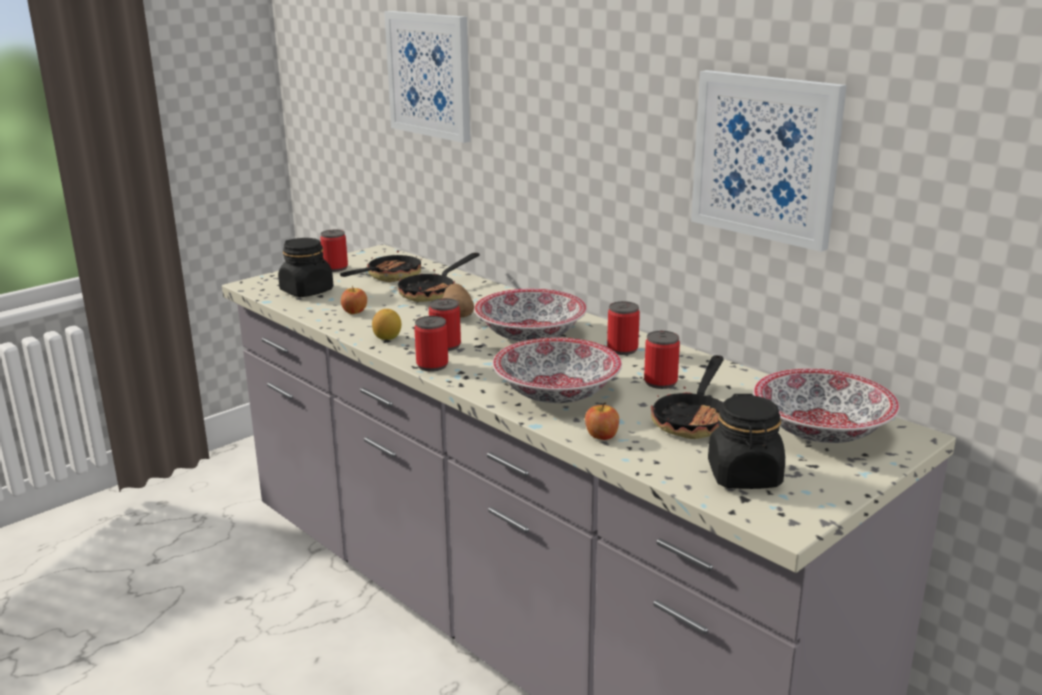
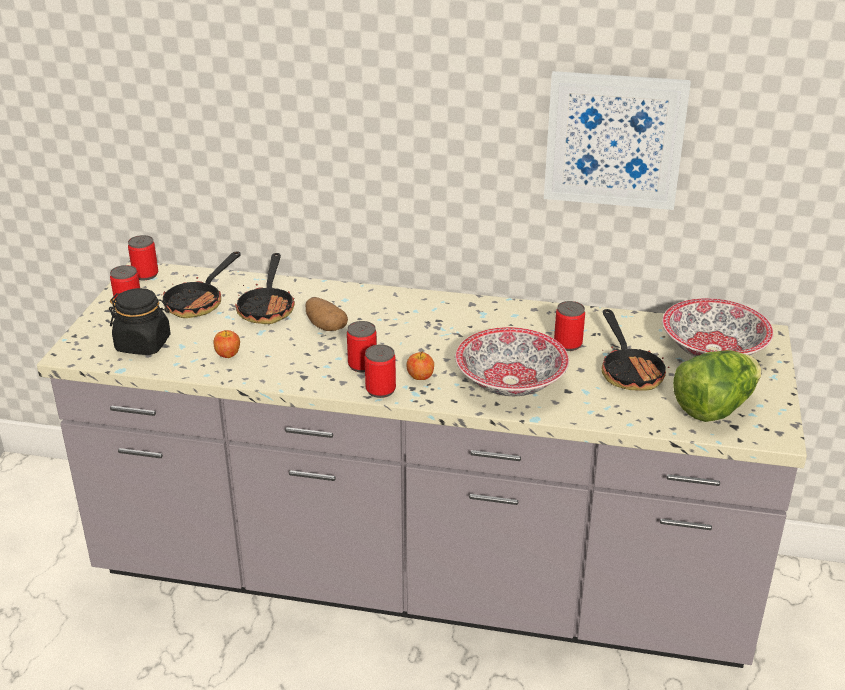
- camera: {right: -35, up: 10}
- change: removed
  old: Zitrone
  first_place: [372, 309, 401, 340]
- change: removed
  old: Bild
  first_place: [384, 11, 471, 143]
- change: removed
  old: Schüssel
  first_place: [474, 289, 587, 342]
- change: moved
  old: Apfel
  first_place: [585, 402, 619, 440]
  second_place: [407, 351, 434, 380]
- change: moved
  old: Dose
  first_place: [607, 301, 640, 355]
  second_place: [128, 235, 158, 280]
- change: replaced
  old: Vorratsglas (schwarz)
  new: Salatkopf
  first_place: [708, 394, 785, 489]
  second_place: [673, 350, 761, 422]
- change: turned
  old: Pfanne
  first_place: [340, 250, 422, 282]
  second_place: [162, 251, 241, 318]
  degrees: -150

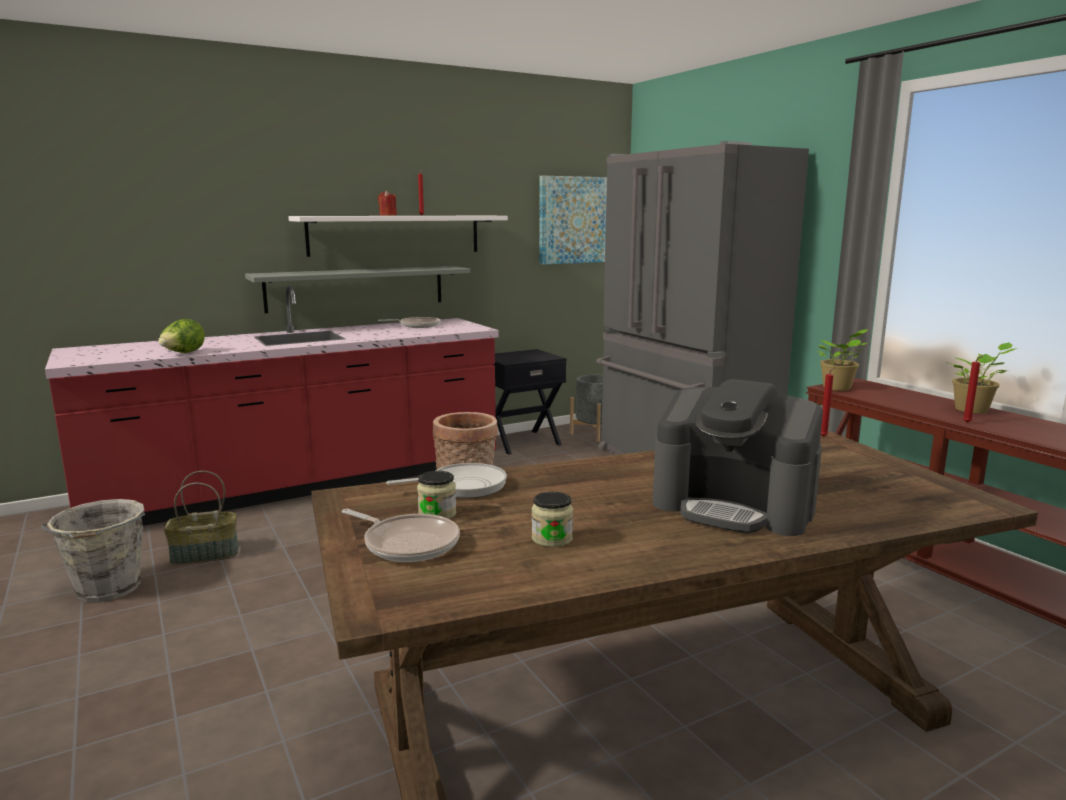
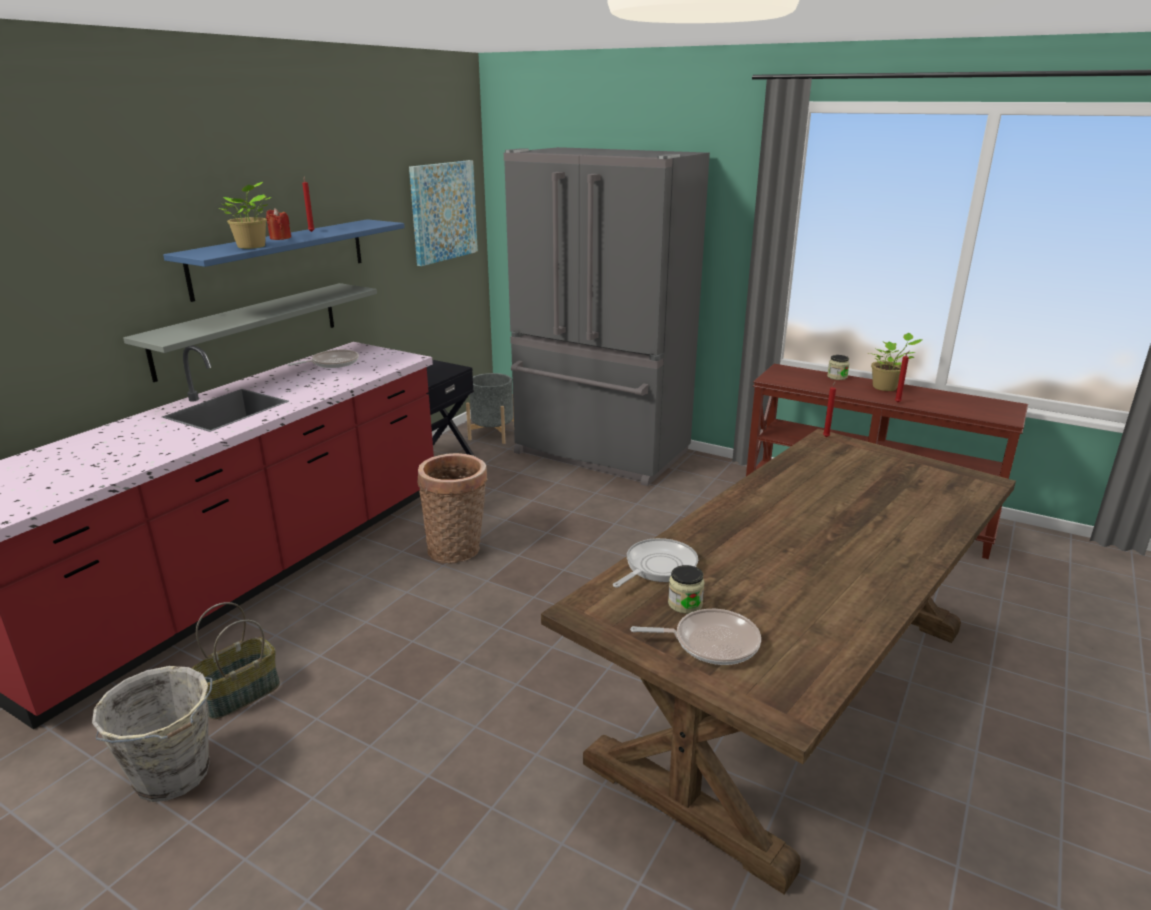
- camera: {right: -30, up: 10}
- change: removed
  old: Salatkopf
  first_place: [158, 319, 205, 353]
- change: removed
  old: Kaffeemaschine
  first_place: [653, 379, 823, 536]
- change: moved
  old: Vorratsglas
  first_place: [532, 492, 573, 547]
  second_place: [827, 355, 850, 380]
- change: moved
  old: Topfpflanze
  first_place: [816, 329, 868, 391]
  second_place: [218, 182, 271, 249]
- change: recoloured
  old: Wandregal (weiß)
  new: Wandregal (blau)
  first_place: [288, 216, 508, 257]
  second_place: [163, 219, 405, 302]

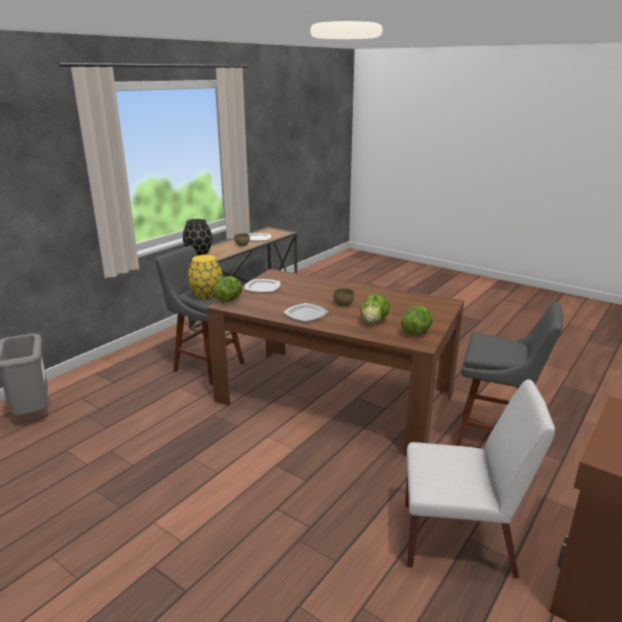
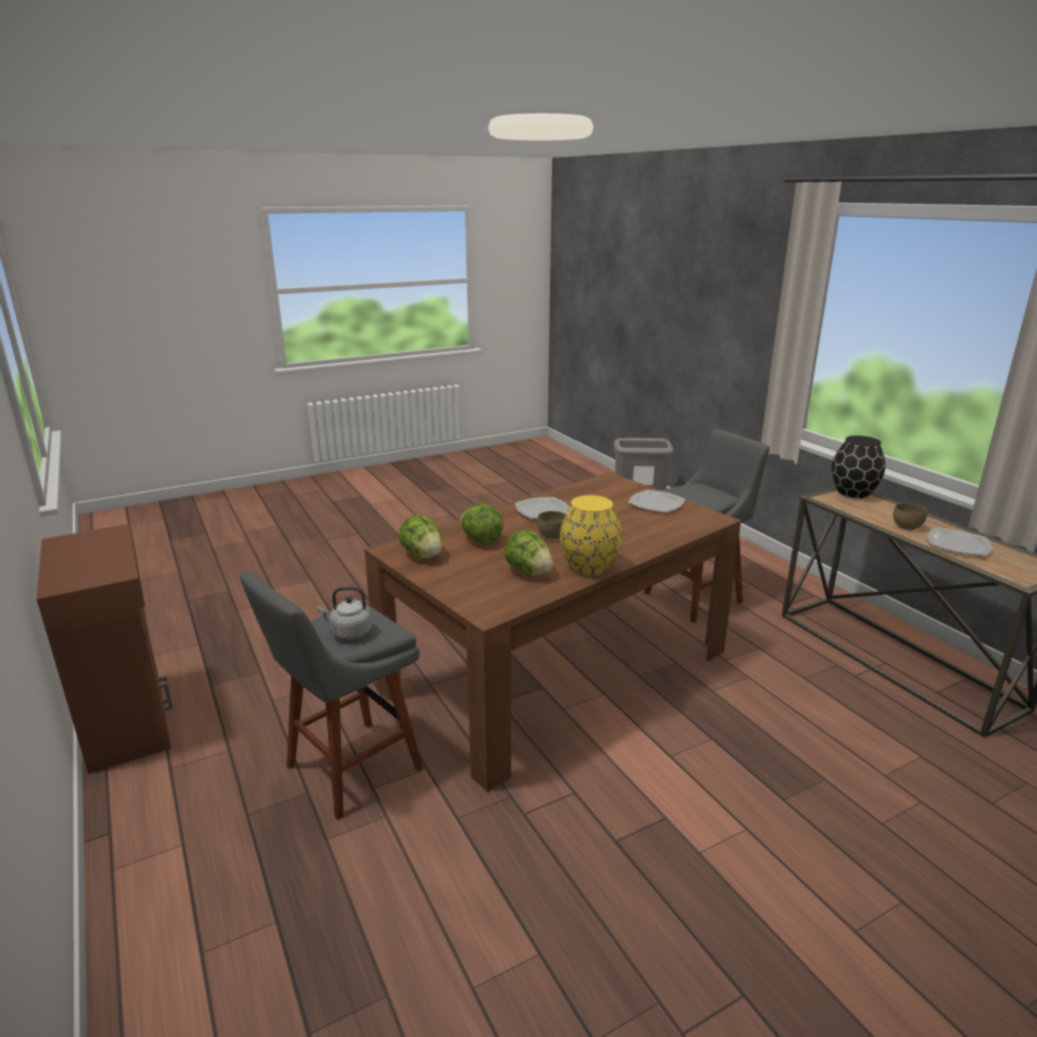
- camera: {right: 115, up: 0}
- change: removed
  old: Stuhl (weiß)
  first_place: [405, 379, 555, 579]
- change: added
  new: Wasserkessel (grau)
  second_place: [318, 586, 372, 640]
- change: moved
  old: Vase (gelb)
  first_place: [188, 255, 223, 299]
  second_place: [560, 495, 622, 575]
- change: moved
  old: Salatkopf
  first_place: [213, 276, 242, 303]
  second_place: [504, 530, 553, 576]

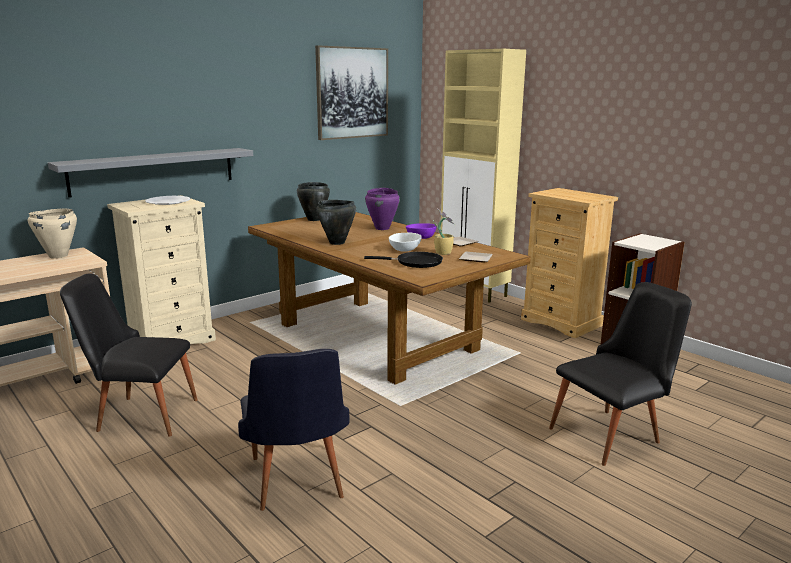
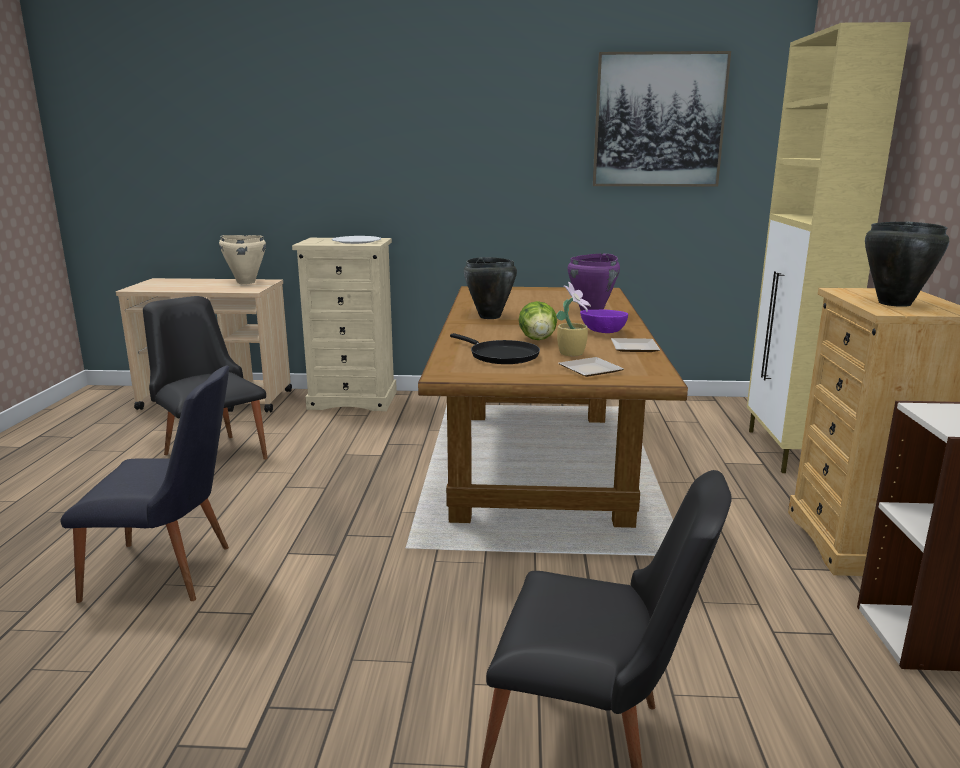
- camera: {right: 45, up: 0}
- change: removed
  old: Wandregal (grau)
  first_place: [48, 148, 253, 198]
- change: moved
  old: Kochtopf (schwarz)
  first_place: [297, 182, 330, 221]
  second_place: [865, 221, 949, 307]
- change: replaced
  old: Schüssel (weiß)
  new: Salatkopf
  first_place: [389, 233, 422, 252]
  second_place: [519, 301, 557, 340]
- change: turned
  old: Stuhl (schwarz)
  first_place: [238, 349, 349, 511]
  second_place: [60, 366, 230, 603]
  degrees: -120

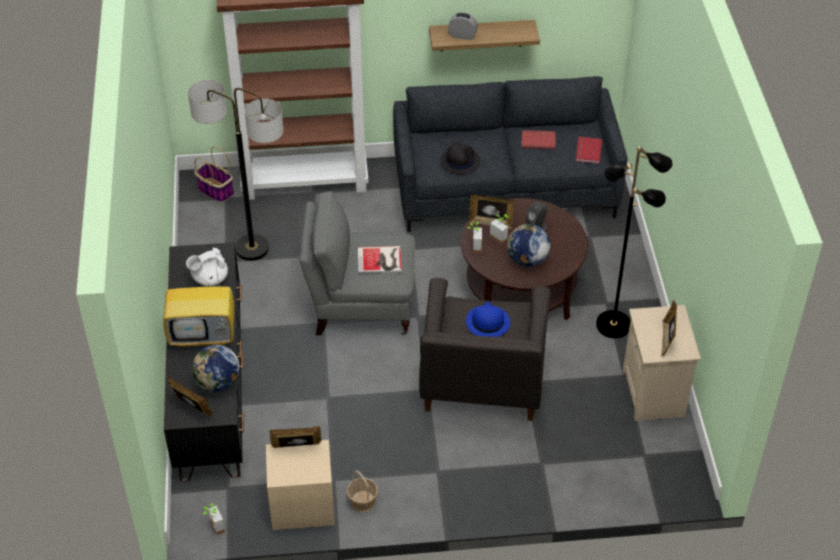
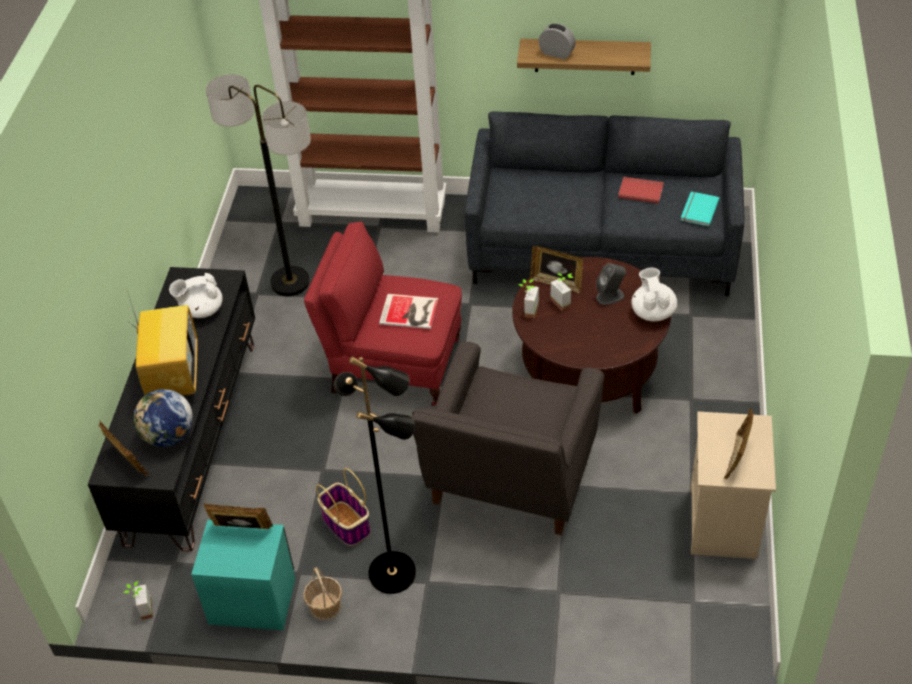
- camera: {right: 15, up: 0}
- change: removed
  old: Hut (schwarz)
  first_place: [440, 142, 480, 175]
- change: removed
  old: Hut (blau)
  first_place: [466, 302, 510, 337]
- change: removed
  old: Globus
  first_place: [507, 224, 551, 267]
- change: added
  new: Teekanne (weiß)
  second_place: [631, 268, 677, 321]
- change: moved
  old: Korb
  first_place: [194, 146, 234, 203]
  second_place: [316, 468, 371, 546]
- change: moved
  old: Stehlampe (schwarz)
  first_place: [596, 146, 673, 338]
  second_place: [334, 356, 416, 594]
- change: recoloured
  old: Nachttisch (beige)
  new: Nachttisch (türkis)
  first_place: [266, 440, 335, 530]
  second_place: [191, 520, 295, 630]
- change: recoloured
  old: Sessel (grau)
  new: Sessel (rot)
  first_place: [299, 191, 415, 335]
  second_place: [304, 222, 462, 406]
- change: recoloured
  old: Buch (rot)
  new: Buch (türkis)
  first_place: [576, 137, 602, 163]
  second_place: [680, 192, 719, 226]
- change: turned
  old: Fernseher
  first_place: [163, 261, 234, 347]
  second_place: [126, 288, 197, 396]
  degrees: -105

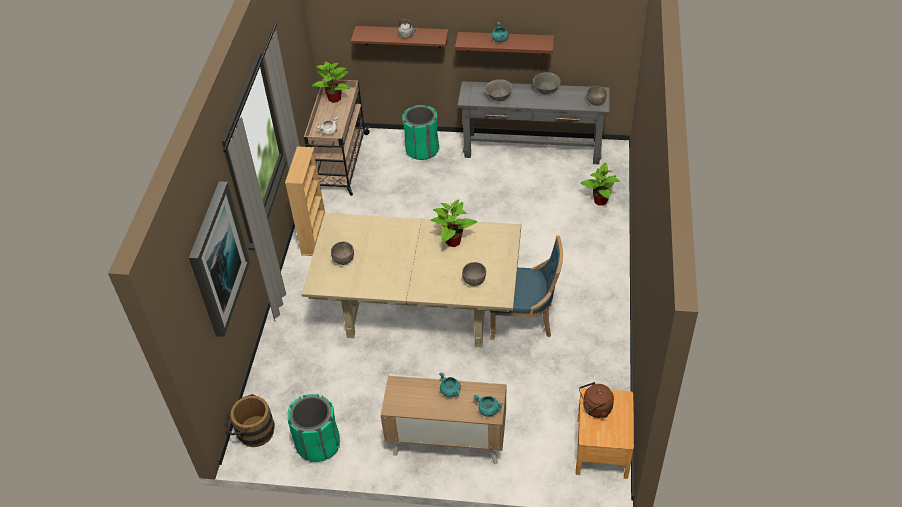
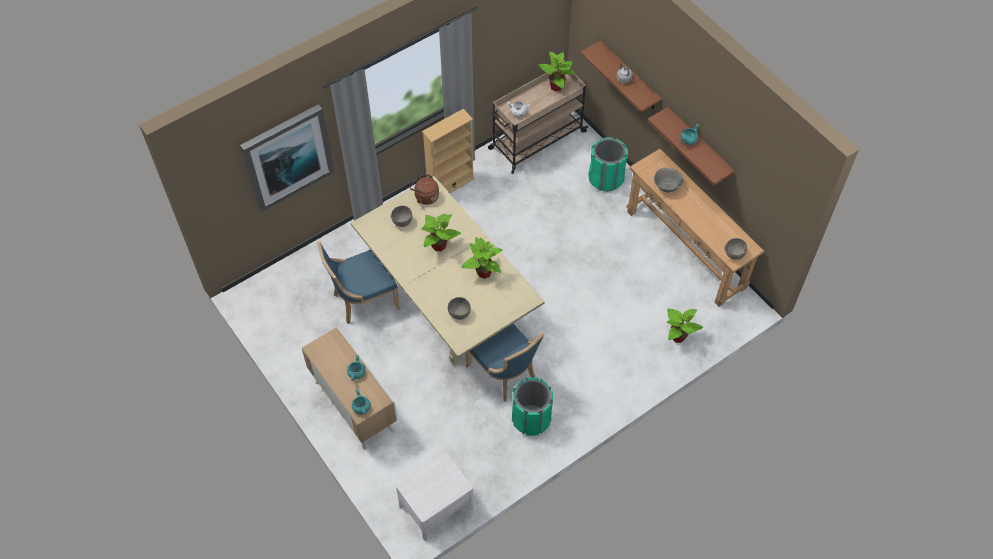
- camera: {right: 45, up: 10}
- change: removed
  old: Eimer (braun)
  first_place: [225, 394, 275, 447]
- change: removed
  old: Schüssel (grau)
  first_place: [533, 72, 561, 94]
- change: added
  new: Stuhl (blau)
  second_place: [317, 242, 401, 324]
- change: added
  new: Topfpflanze
  second_place: [421, 214, 461, 251]
- change: moved
  old: Mülleimer (grün)
  first_place: [288, 394, 340, 462]
  second_place: [512, 377, 553, 436]
- change: moved
  old: Wasserkessel (braun)
  first_place: [579, 382, 614, 418]
  second_place: [409, 173, 439, 205]
- change: recoloured
  old: Konsolentisch (grau)
  new: Konsolentisch (braun)
  first_place: [457, 81, 610, 164]
  second_place: [627, 149, 764, 307]
- change: recoloured
  old: Nachttisch (braun)
  new: Nachttisch (weiß)
  first_place: [576, 388, 634, 479]
  second_place: [396, 453, 474, 541]

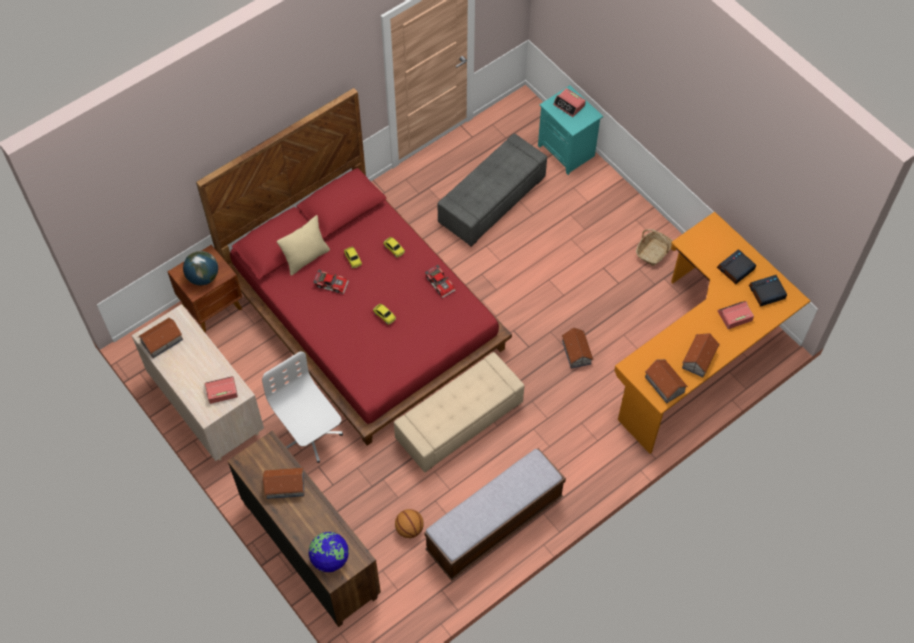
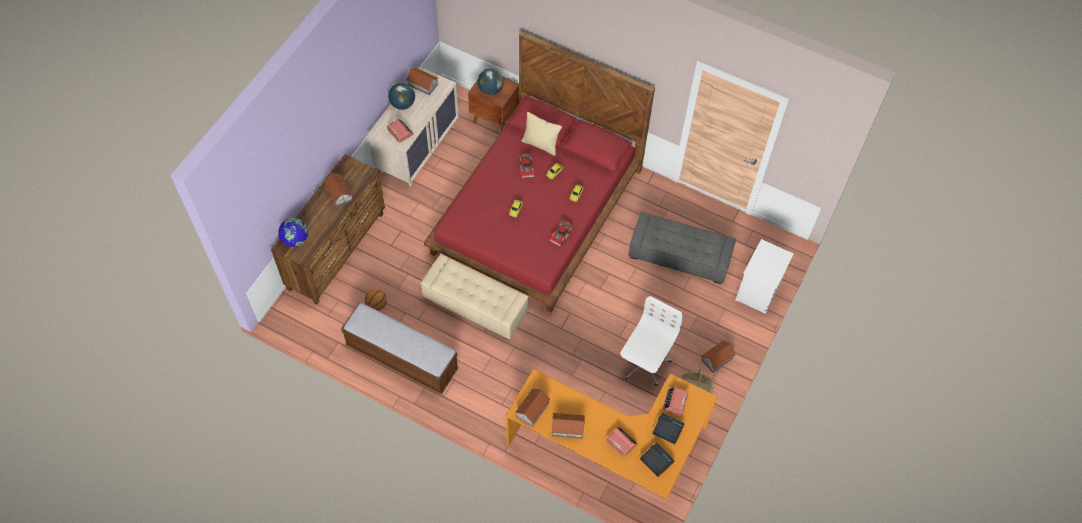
- camera: {right: 65, up: 0}
- change: added
  new: Globus
  second_place: [388, 83, 415, 110]
- change: moved
  old: Bürostuhl (weiß)
  first_place: [262, 351, 343, 463]
  second_place: [621, 296, 683, 386]
- change: moved
  old: Wecker
  first_place: [553, 88, 586, 117]
  second_place: [663, 387, 689, 416]
- change: moved
  old: Spielzeughaus
  first_place: [562, 328, 593, 369]
  second_place: [701, 341, 736, 373]
- change: recoloured
  old: Nachttisch (türkis)
  new: Nachttisch (weiß)
  first_place: [538, 85, 603, 175]
  second_place: [735, 239, 794, 314]

